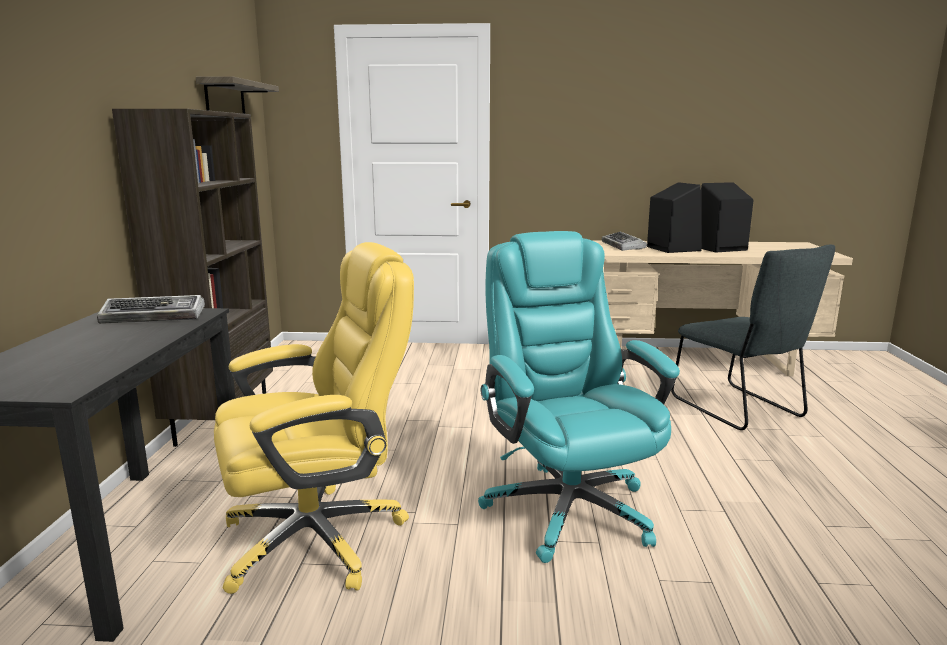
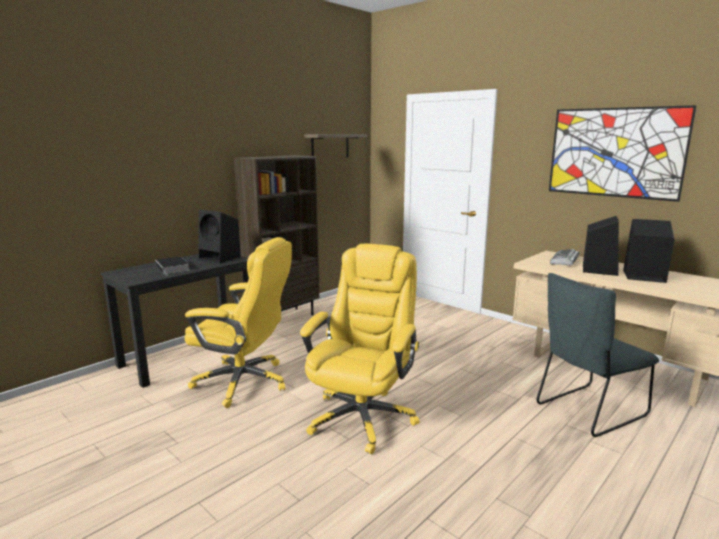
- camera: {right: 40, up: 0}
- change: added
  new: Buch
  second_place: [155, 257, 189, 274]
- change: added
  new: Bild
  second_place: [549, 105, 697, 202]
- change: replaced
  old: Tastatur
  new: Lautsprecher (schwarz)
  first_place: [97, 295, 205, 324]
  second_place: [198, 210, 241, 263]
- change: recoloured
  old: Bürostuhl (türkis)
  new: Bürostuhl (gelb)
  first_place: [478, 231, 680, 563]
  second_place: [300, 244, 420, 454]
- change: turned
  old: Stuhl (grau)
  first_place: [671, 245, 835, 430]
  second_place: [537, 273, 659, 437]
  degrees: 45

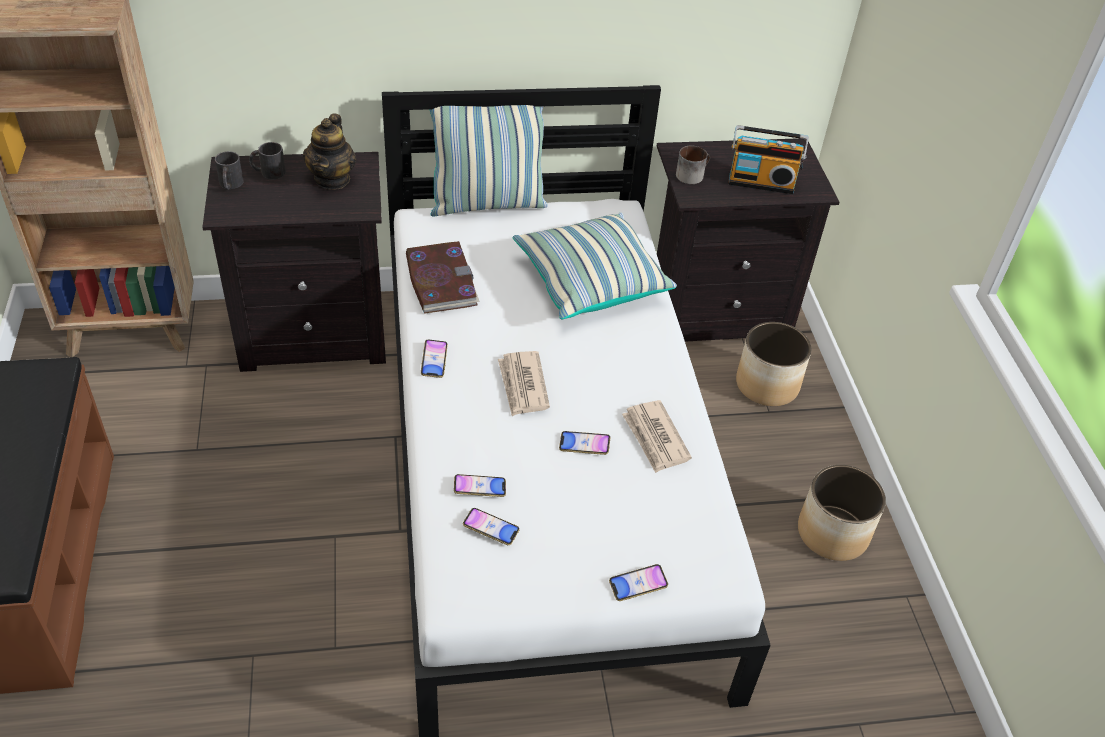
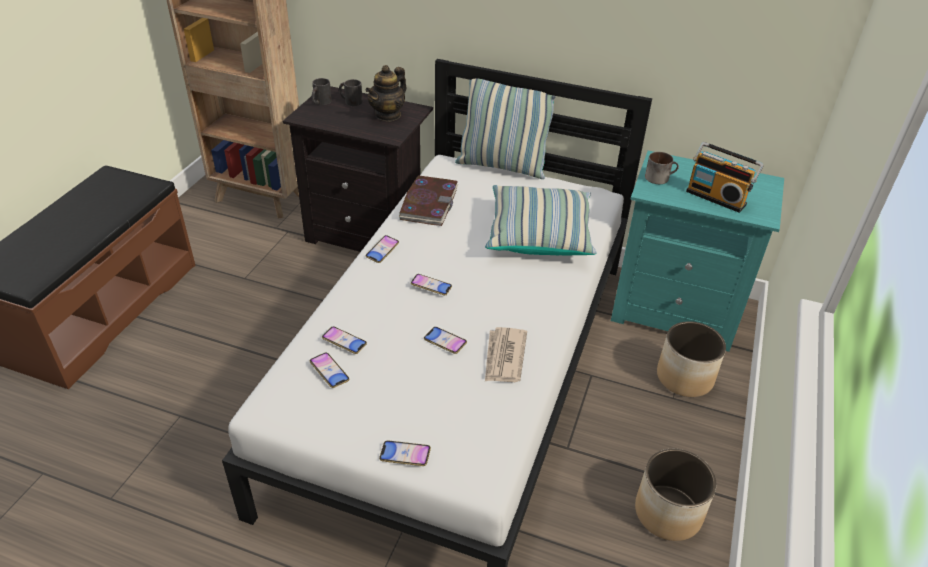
- camera: {right: 30, up: -5}
- change: replaced
  old: Zeitung
  new: Handy
  first_place: [498, 351, 550, 416]
  second_place: [411, 274, 452, 296]
- change: recoloured
  old: Nachttisch (schwarz)
  new: Nachttisch (türkis)
  first_place: [657, 138, 839, 342]
  second_place: [611, 151, 784, 352]

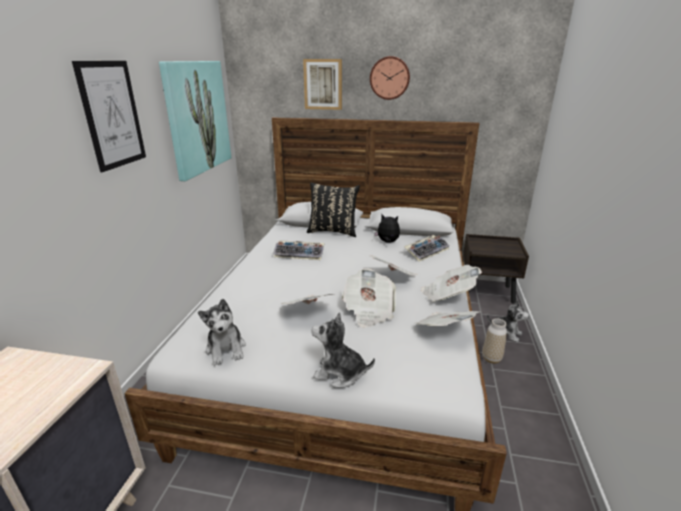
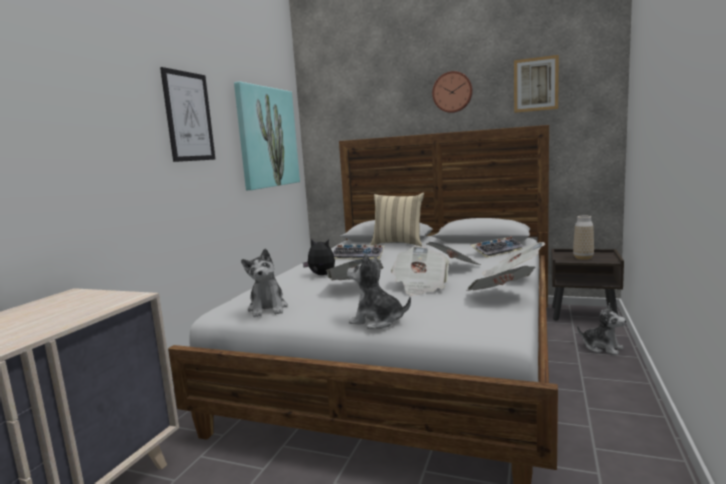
- camera: {right: 10, up: -15}
- change: moved
  old: Bild
  first_place: [303, 59, 342, 110]
  second_place: [514, 55, 559, 113]
- change: moved
  old: Plüschtier
  first_place: [374, 215, 400, 243]
  second_place: [303, 239, 335, 275]
- change: moved
  old: Vase
  first_place: [482, 318, 507, 364]
  second_place: [573, 216, 594, 260]
- change: recoloured
  old: Kissen (schwarz)
  new: Kissen (beige)
  first_place: [307, 183, 360, 237]
  second_place: [370, 193, 424, 246]

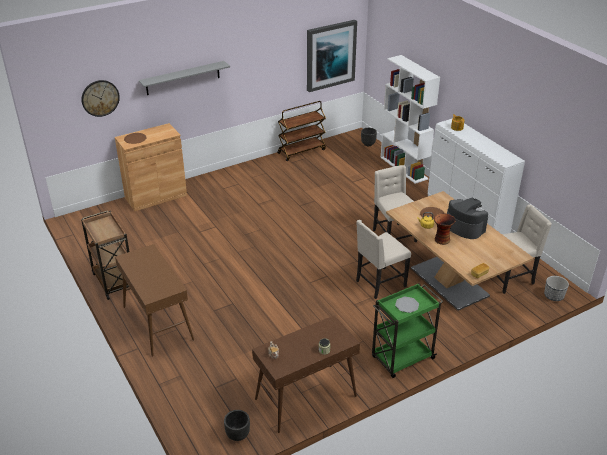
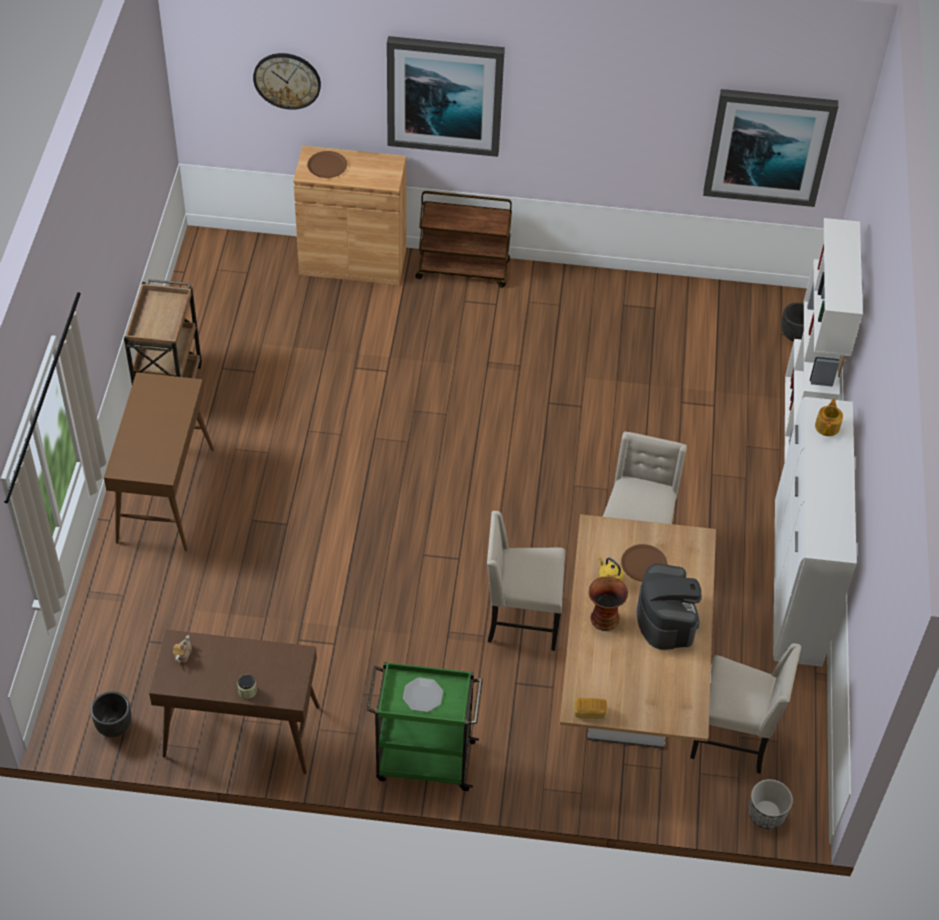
- camera: {right: 35, up: 15}
- change: moved
  old: Rollwagen (braun)
  first_place: [277, 101, 326, 161]
  second_place: [415, 191, 512, 288]
- change: replaced
  old: Wandregal (grau)
  new: Bild
  first_place: [139, 61, 230, 95]
  second_place: [387, 36, 505, 157]

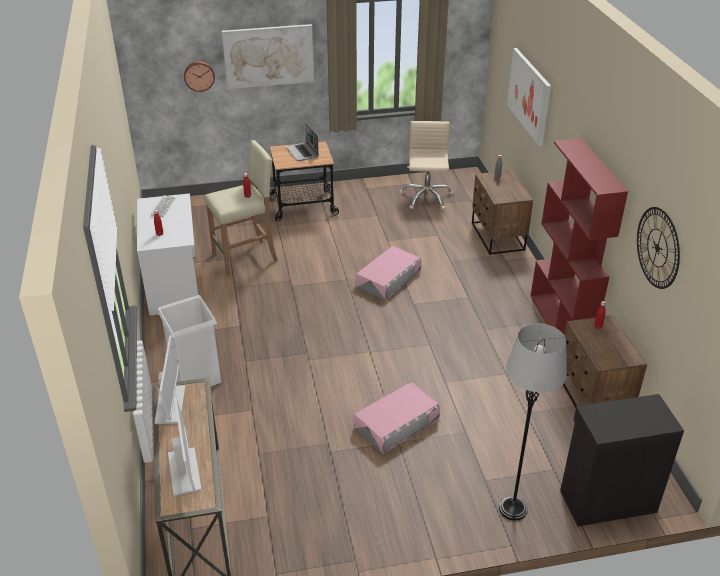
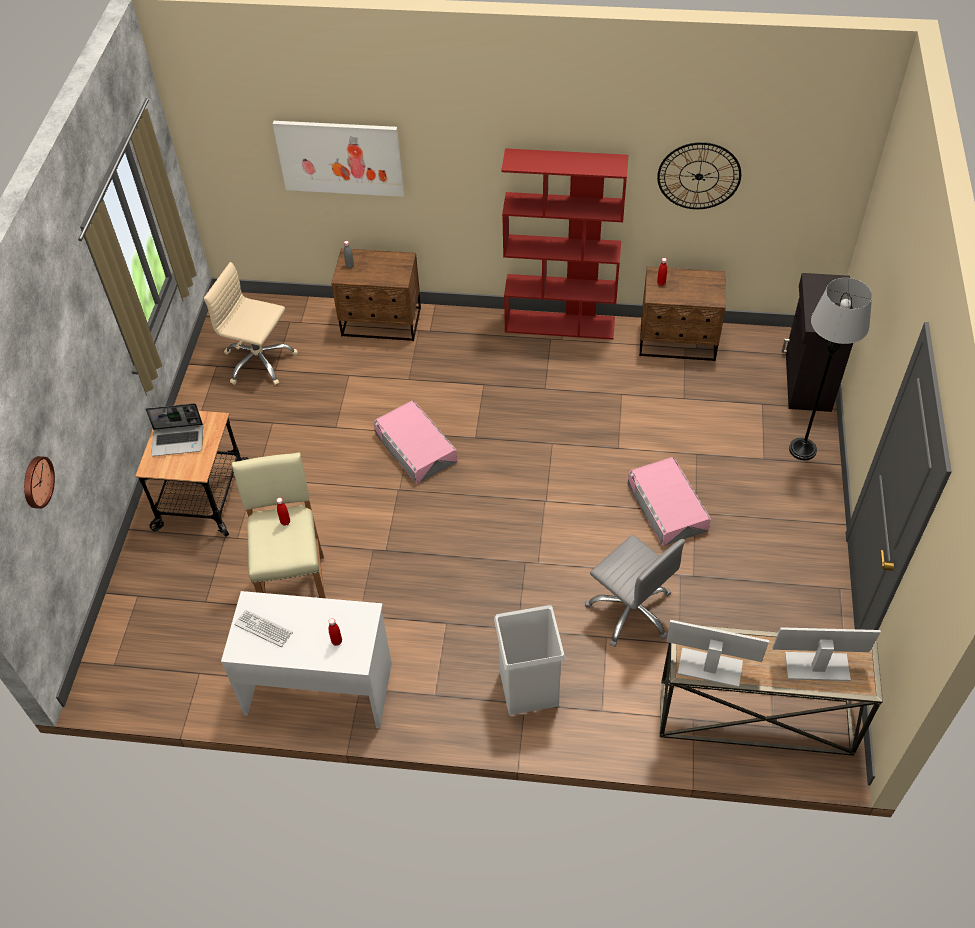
- camera: {right: -70, up: 15}
- change: removed
  old: Bild
  first_place: [222, 24, 314, 89]
- change: added
  new: Bürostuhl (grau)
  second_place: [585, 535, 685, 647]

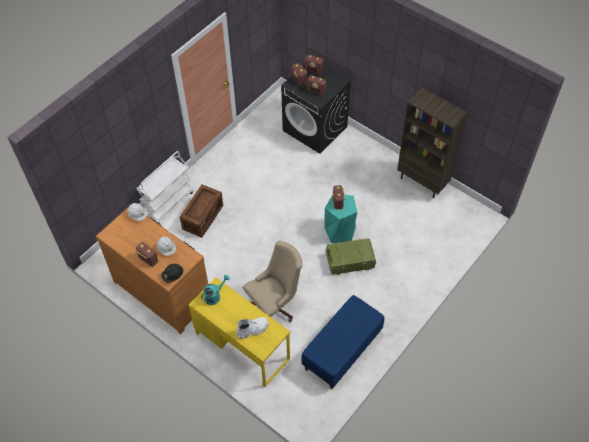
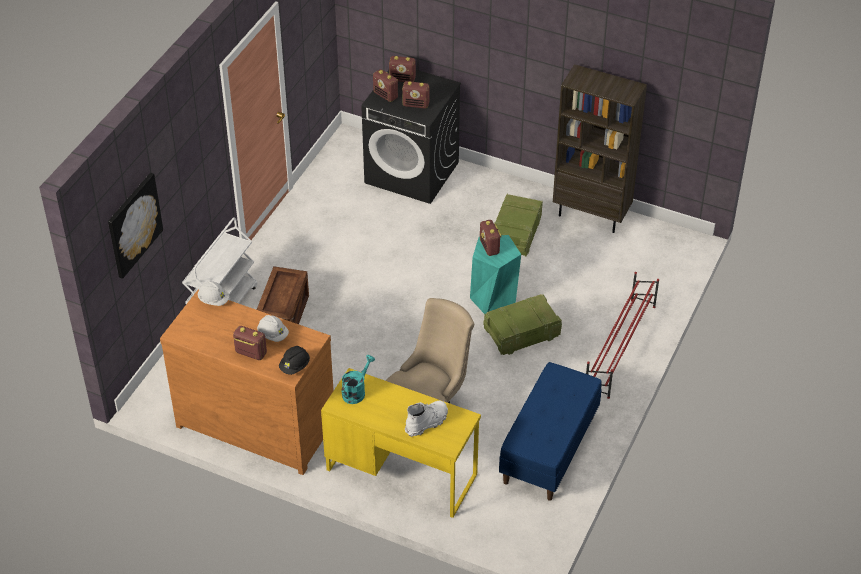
- camera: {right: -15, up: -10}
- change: added
  new: Bild
  second_place: [108, 173, 163, 279]
- change: added
  new: Kiste
  second_place: [495, 194, 543, 256]
- change: added
  new: Schuhregal (rot)
  second_place: [586, 272, 659, 399]

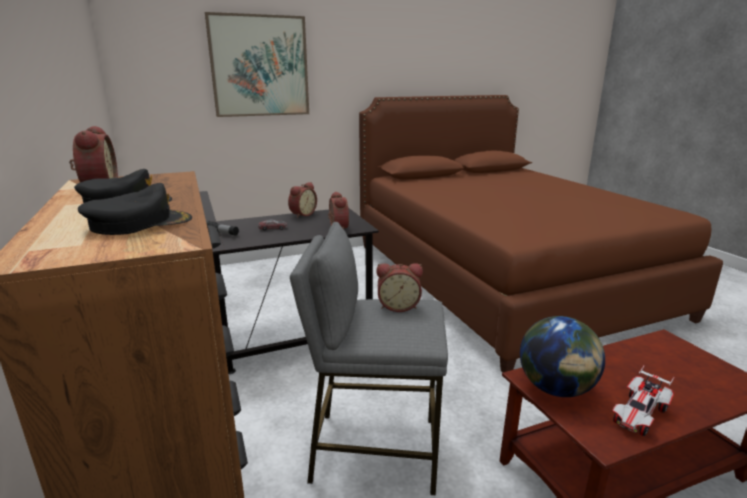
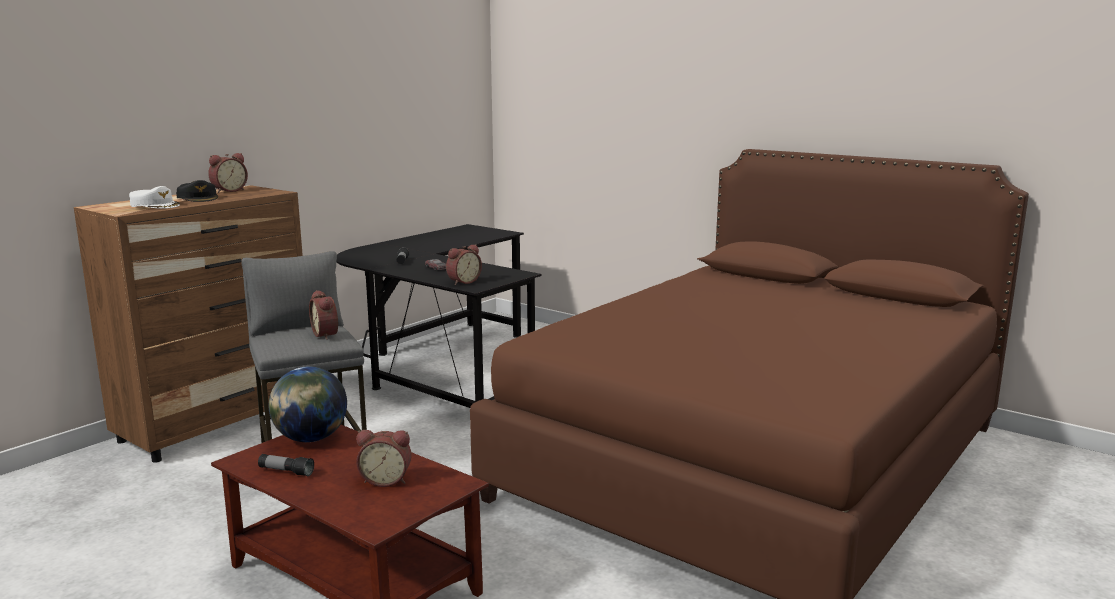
- camera: {right: 60, up: -5}
- change: removed
  old: Bild
  first_place: [205, 12, 309, 117]
- change: moved
  old: Wecker
  first_place: [288, 182, 317, 218]
  second_place: [356, 430, 412, 487]
- change: replaced
  old: Spielzeugauto
  new: Taschenlampe
  first_place: [612, 366, 674, 436]
  second_place: [258, 454, 314, 476]
- change: recoloured
  old: Kappe (schwarz)
  new: Kappe (weiß)
  first_place: [78, 183, 192, 235]
  second_place: [129, 186, 180, 209]

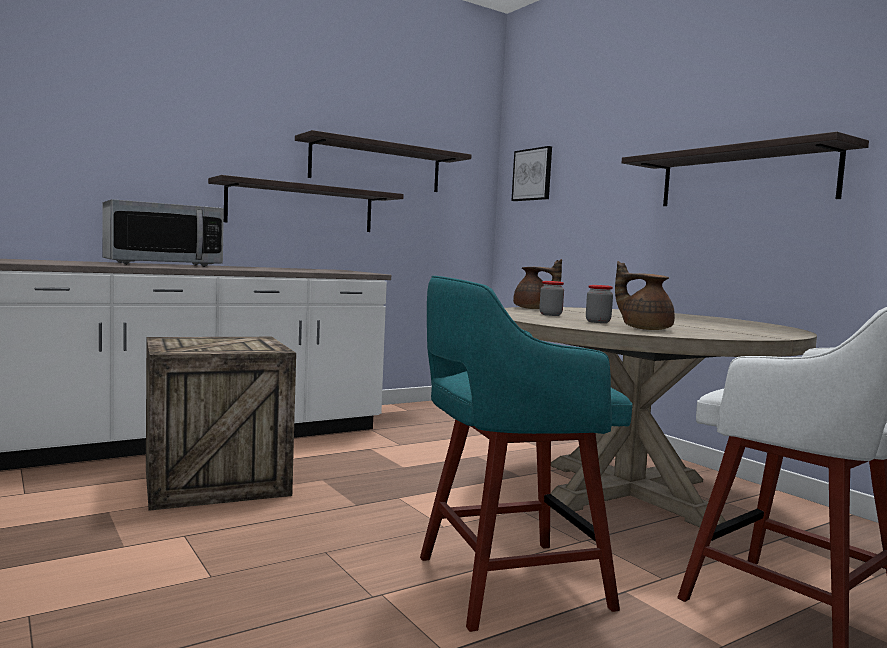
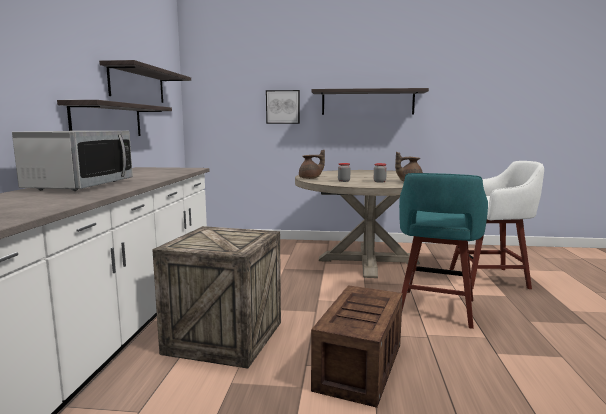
- camera: {right: -50, up: 5}
- change: added
  new: Kiste
  second_place: [311, 285, 403, 408]
- change: moved
  old: Bild
  first_place: [511, 146, 552, 201]
  second_place: [266, 90, 300, 124]

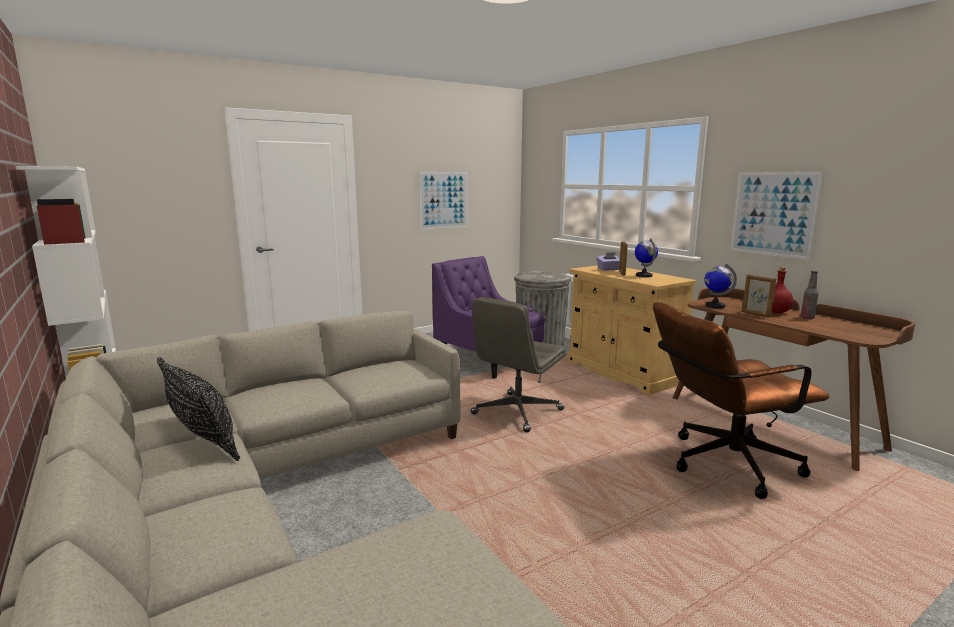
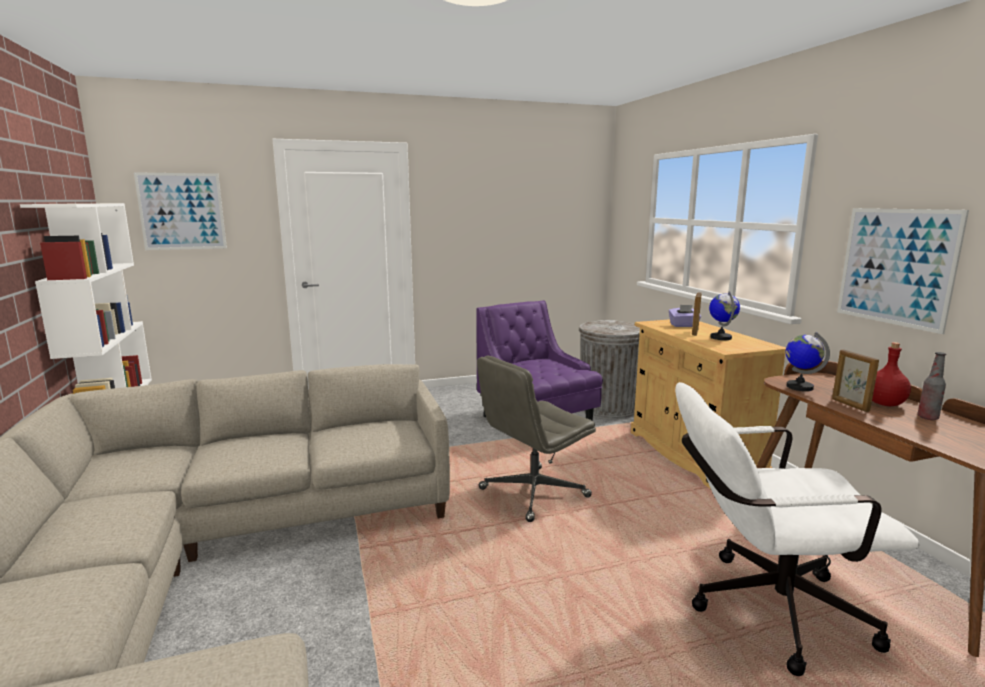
- camera: {right: 15, up: 0}
- change: removed
  old: Kissen (schwarz)
  first_place: [157, 357, 240, 461]
- change: moved
  old: Bild
  first_place: [419, 172, 468, 229]
  second_place: [134, 172, 227, 250]
- change: recoloured
  old: Bürostuhl (braun)
  new: Bürostuhl (weiß)
  first_place: [653, 302, 829, 499]
  second_place: [675, 382, 920, 676]

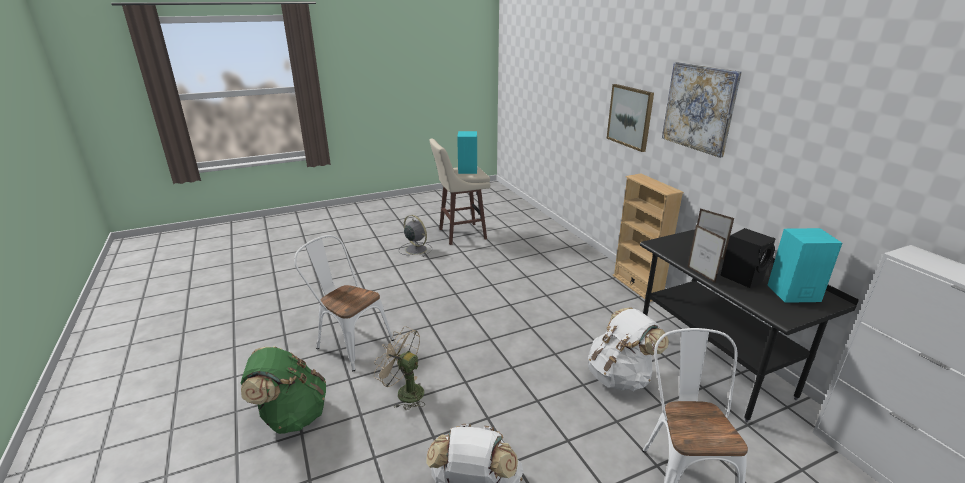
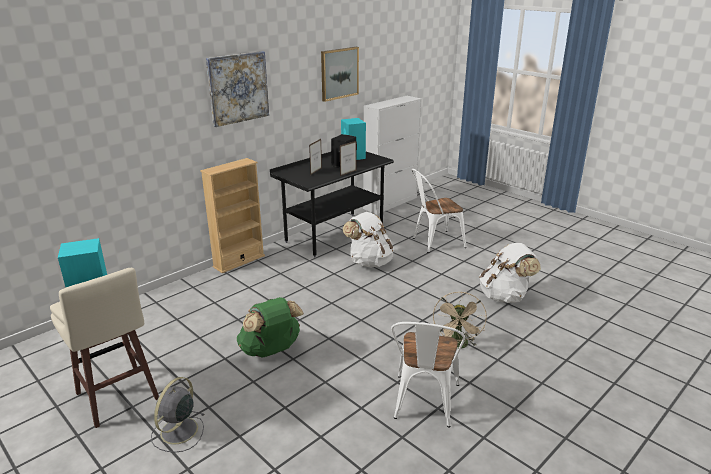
- camera: {right: -110, up: 0}
- change: moved
  old: Rucksack (grün)
  first_place: [241, 346, 326, 434]
  second_place: [237, 297, 304, 358]
- change: moved
  old: Bild
  first_place: [607, 84, 654, 152]
  second_place: [321, 47, 359, 102]

